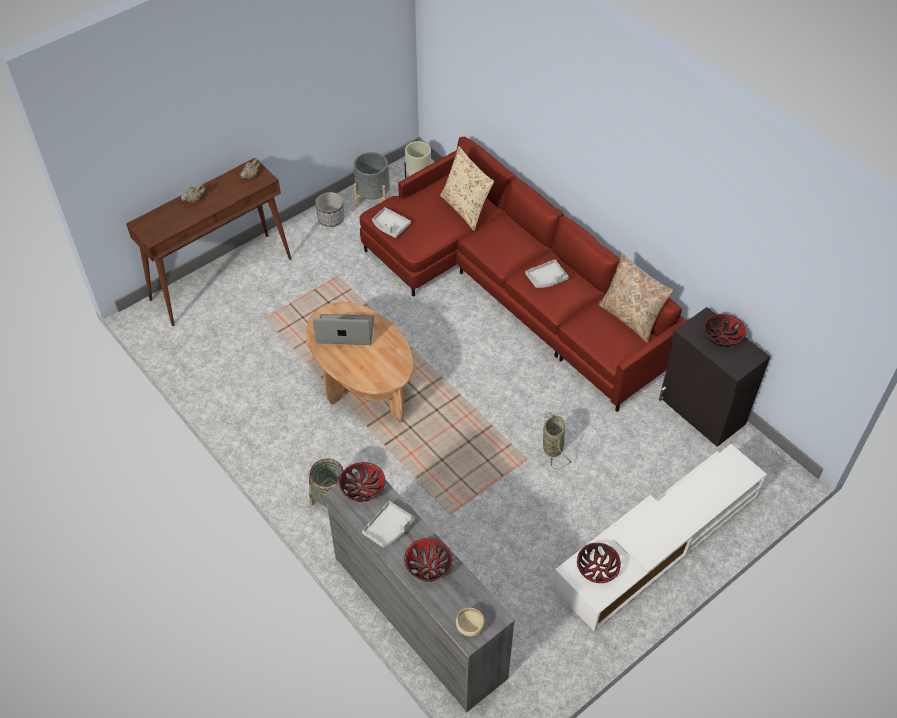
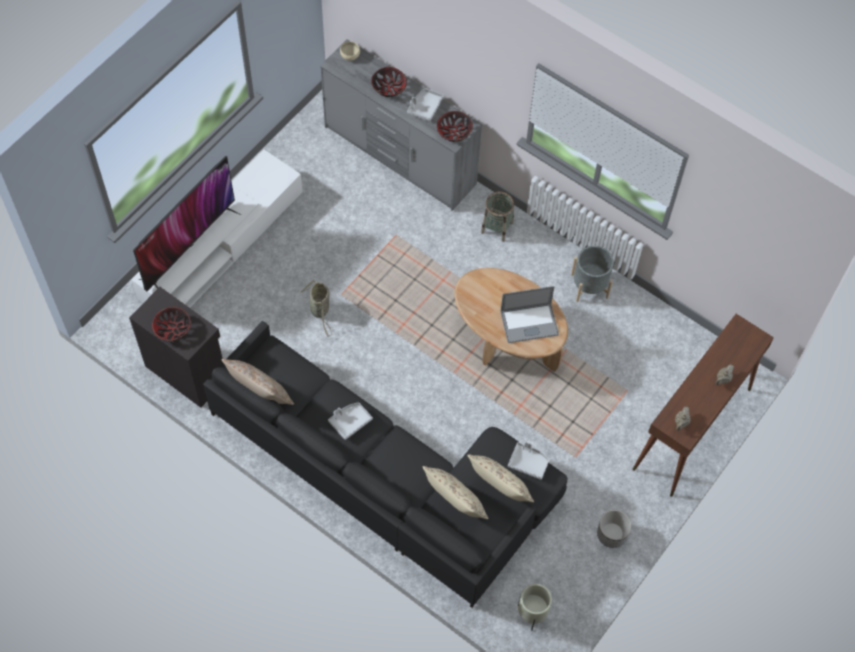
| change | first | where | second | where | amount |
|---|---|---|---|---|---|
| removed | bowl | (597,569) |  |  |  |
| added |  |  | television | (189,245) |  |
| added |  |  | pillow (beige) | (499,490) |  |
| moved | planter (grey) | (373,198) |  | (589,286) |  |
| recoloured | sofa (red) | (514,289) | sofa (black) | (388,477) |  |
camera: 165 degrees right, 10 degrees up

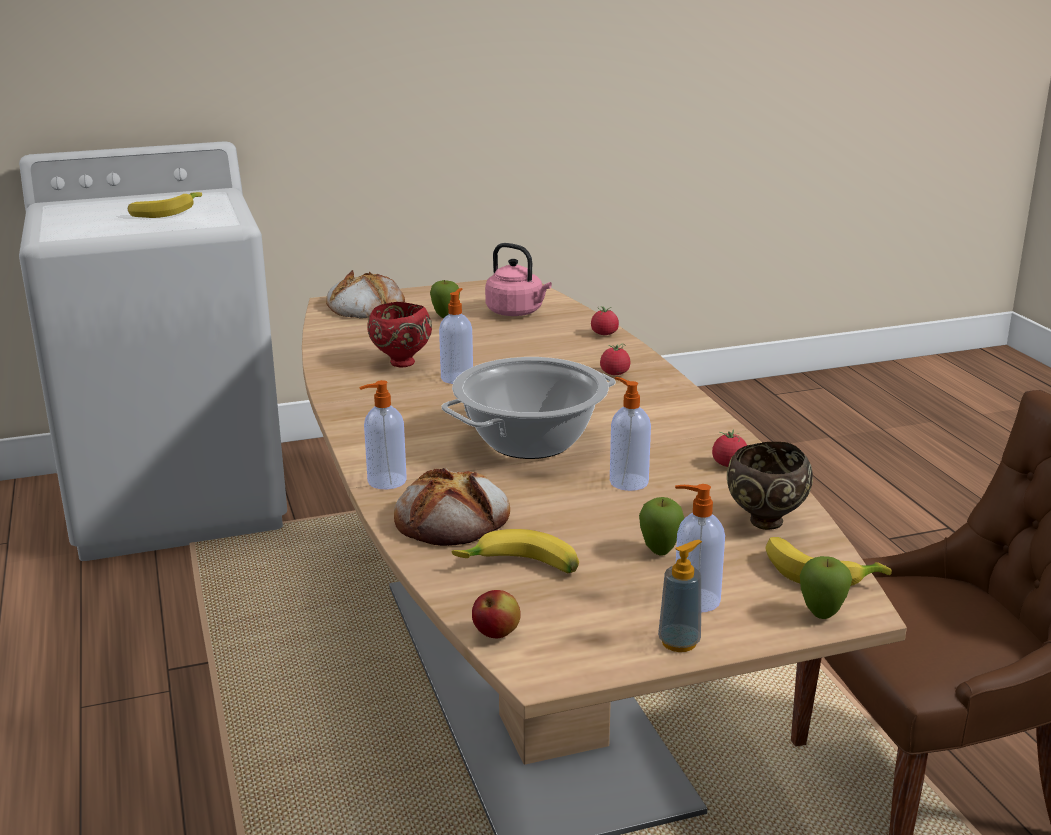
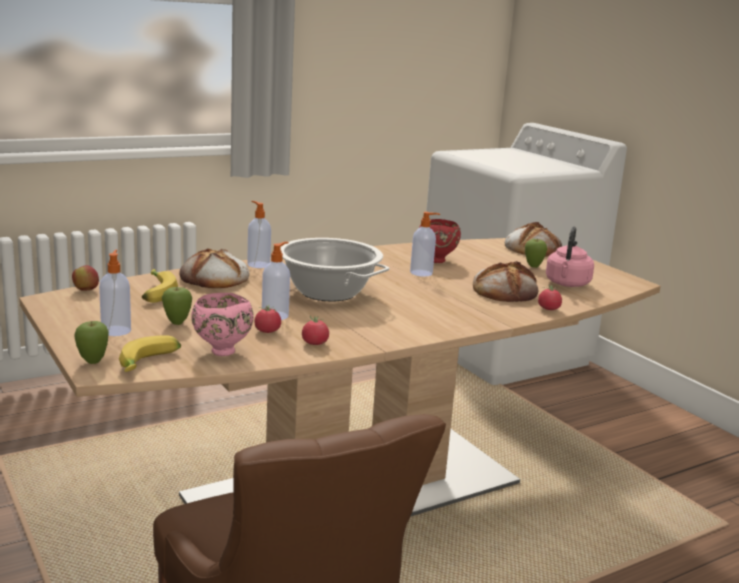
| change | first | where | second | where | amount |
|---|---|---|---|---|---|
| removed | banana | (165,212) |  |  |  |
| removed | soap dispenser | (679,642) |  |  |  |
| added |  |  | bread | (505,291) |  |
| moved | tomato | (614,373) |  | (267,331) |  |
| recoloured | bowl (brown) | (764,523) | bowl (pink) | (221,351) |  |
camera: 75 degrees right, 5 degrees down

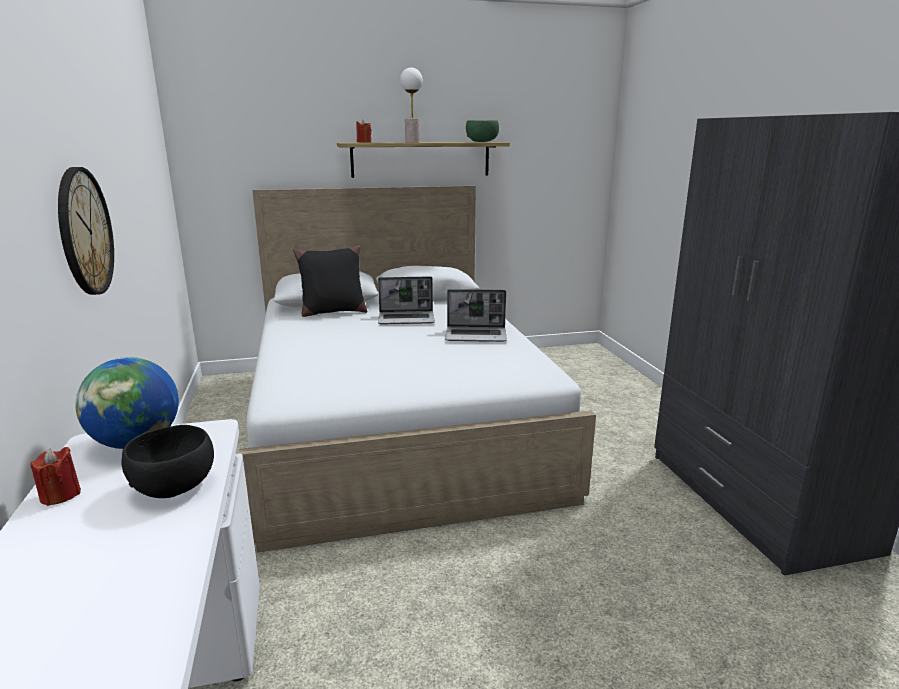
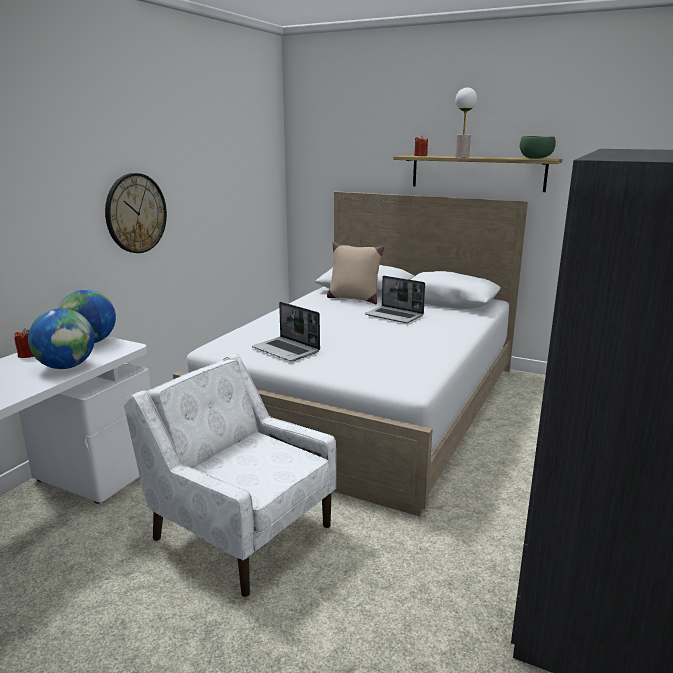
| change | first | where | second | where | amount |
|---|---|---|---|---|---|
| added |  |  | armchair (white) | (242,530) |  |
| moved | laptop | (476,335) |  | (287,350) |  |
| replaced | bowl (black) | (175,486) | globe | (66,366) |  |
| recoloured | pillow (black) | (332,312) | pillow (beige) | (353,298) |  |
camera: 40 degrees right, 0 degrees up

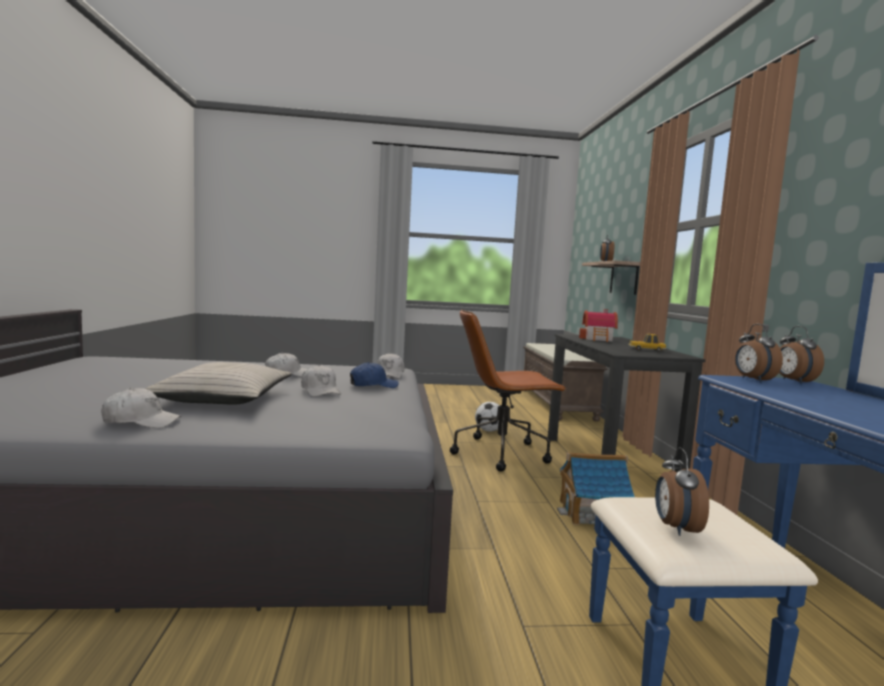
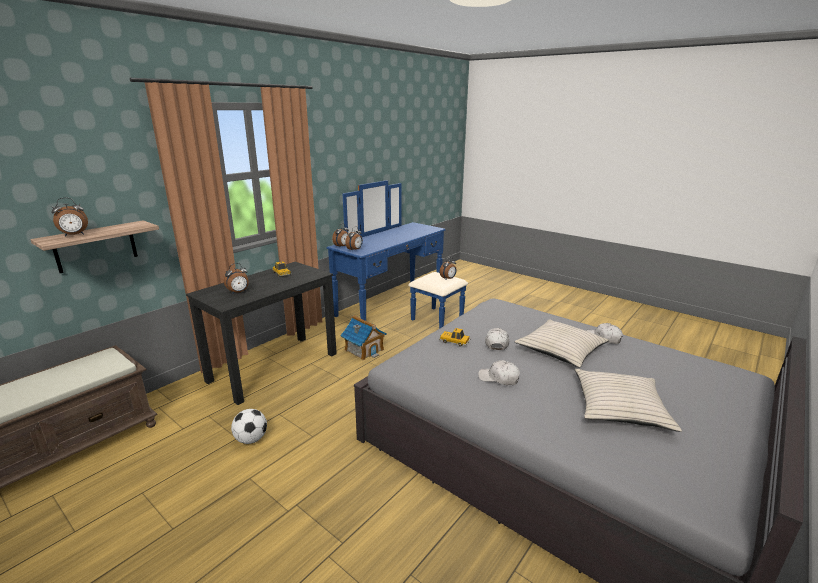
| change | first | where | second | where | amount |
|---|---|---|---|---|---|
| removed | cap (white) | (389,374) |  |  |  |
| removed | office chair (brown) | (502,453) |  |  |  |
| added |  |  | pillow (beige) | (620,407) |  |
| replaced | cap (blue) | (373,385) | toy car | (454,341) |  |
| replaced | toy house | (599,339) | alarm clock | (238,292) |  |
camera: 135 degrees left, 15 degrees up

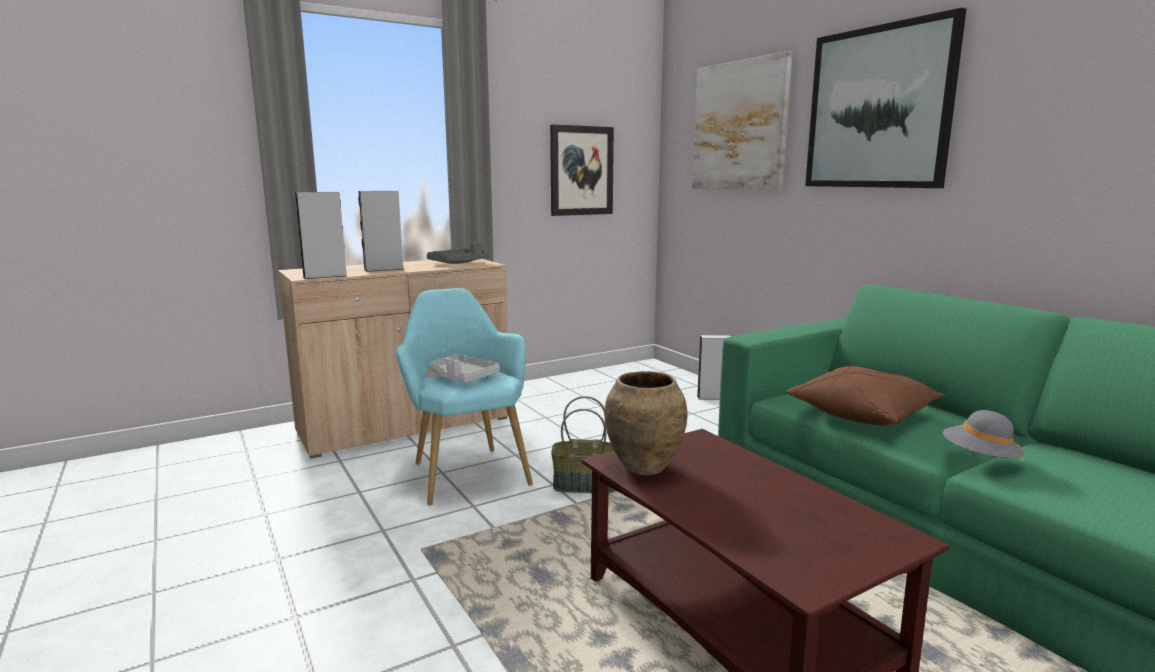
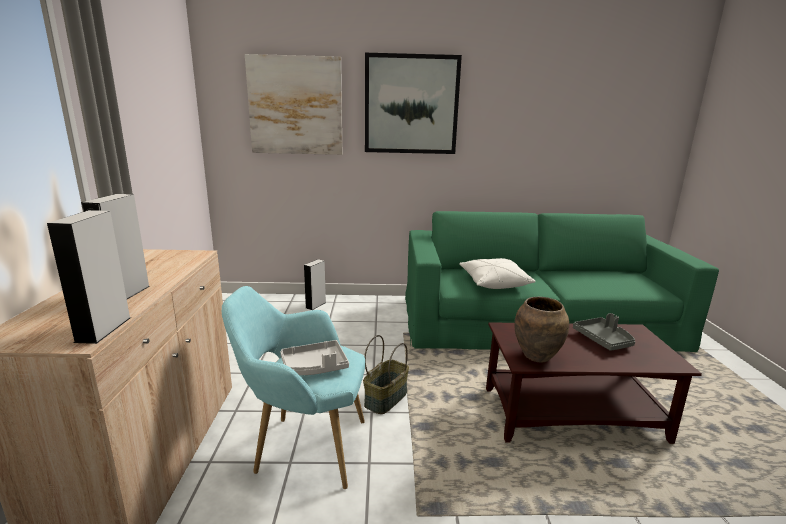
| change | first | where | second | where | amount |
|---|---|---|---|---|---|
| removed | picture | (581,171) |  |  |  |
| removed | hat (grey) | (979,458) |  |  |  |
| moved | tray (grey) | (459,263) |  | (603,340) |  |
| recoloured | pillow (brown) | (863,413) | pillow (white) | (493,283) |  |
camera: 60 degrees left, 5 degrees up

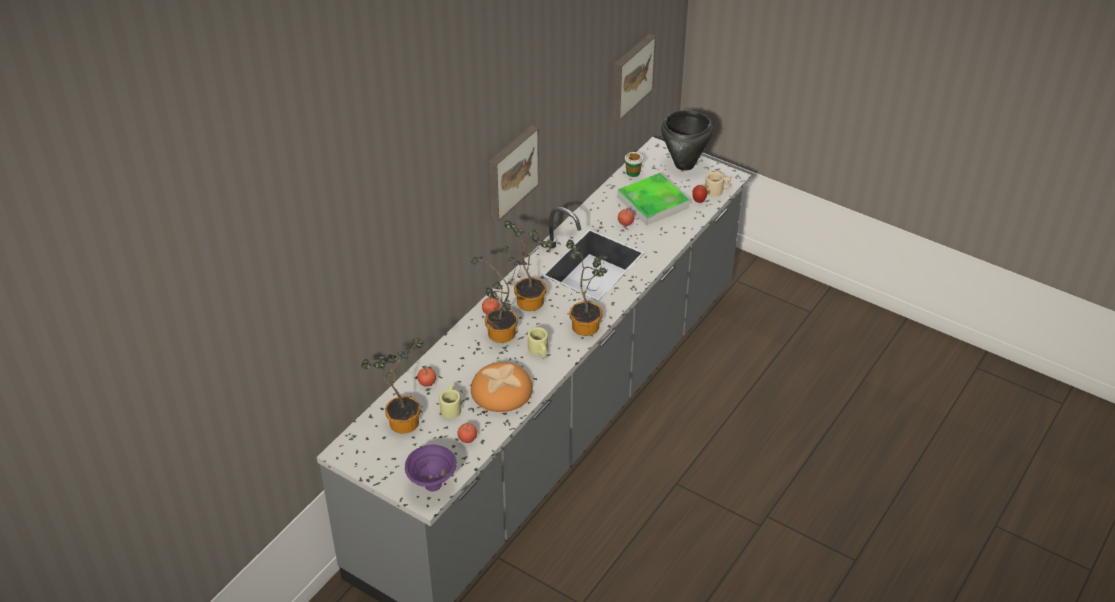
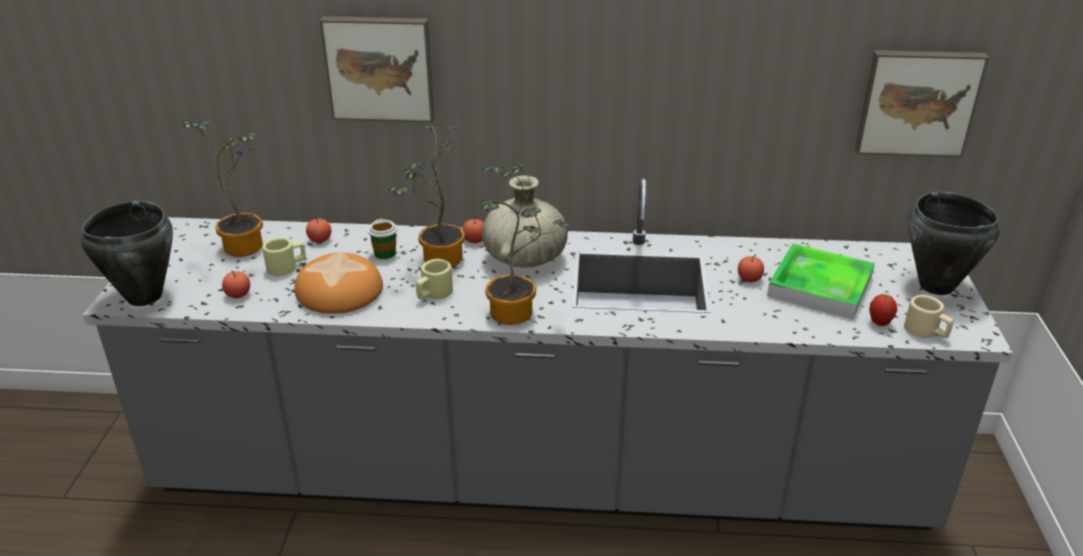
| change | first | where | second | where | amount |
|---|---|---|---|---|---|
| moved | picture | (511,171) |  | (380,68) |  |
| moved | cup | (633,172) |  | (385,253) |  |
| replaced | bowl (purple) | (432,486) | cooking pot (black) | (143,297) |  |
| replaced | potted plant | (531,299) | vase (beige) | (524,259) |  |
camera: 60 degrees right, 10 degrees down

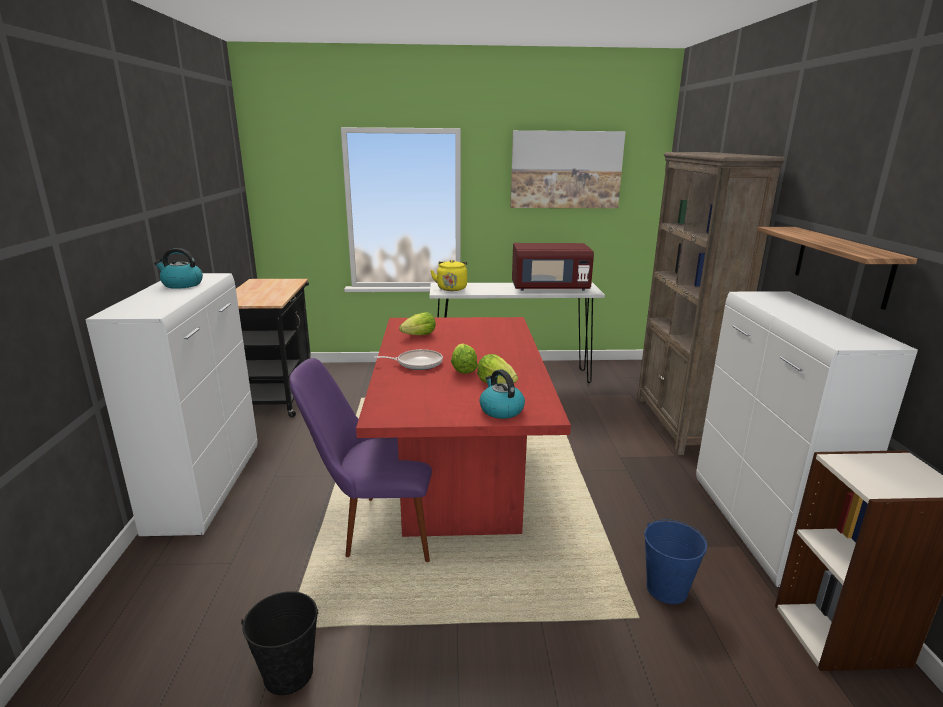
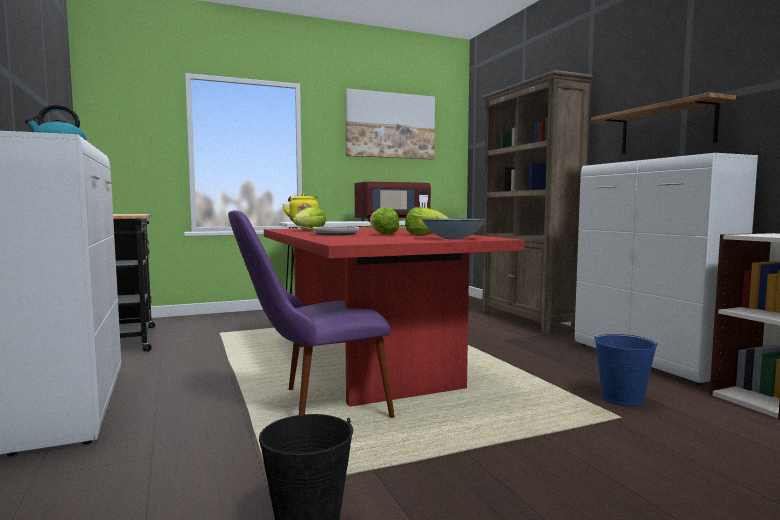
| change | first | where | second | where | amount |
|---|---|---|---|---|---|
| replaced | kettle | (501,410) | bowl | (453,239) |  |
camera: 20 degrees left, 15 degrees down

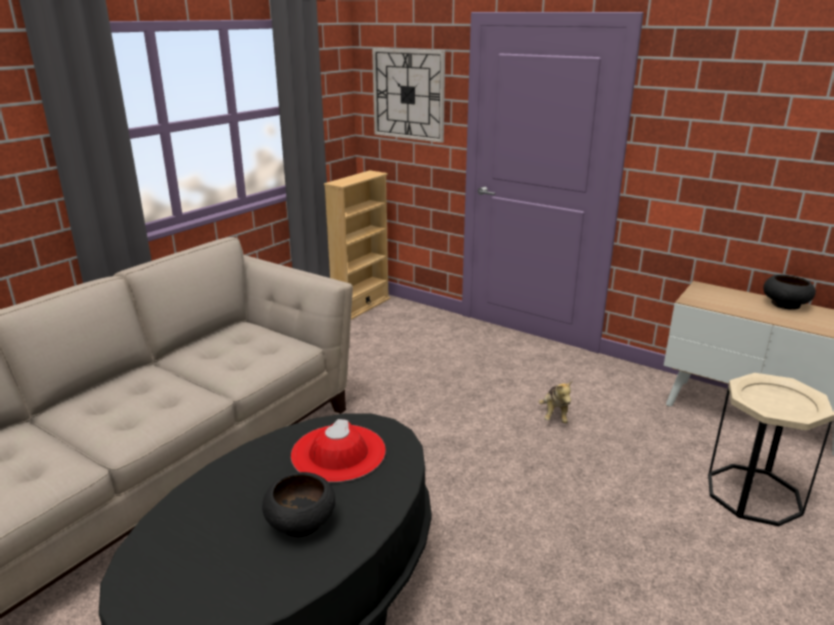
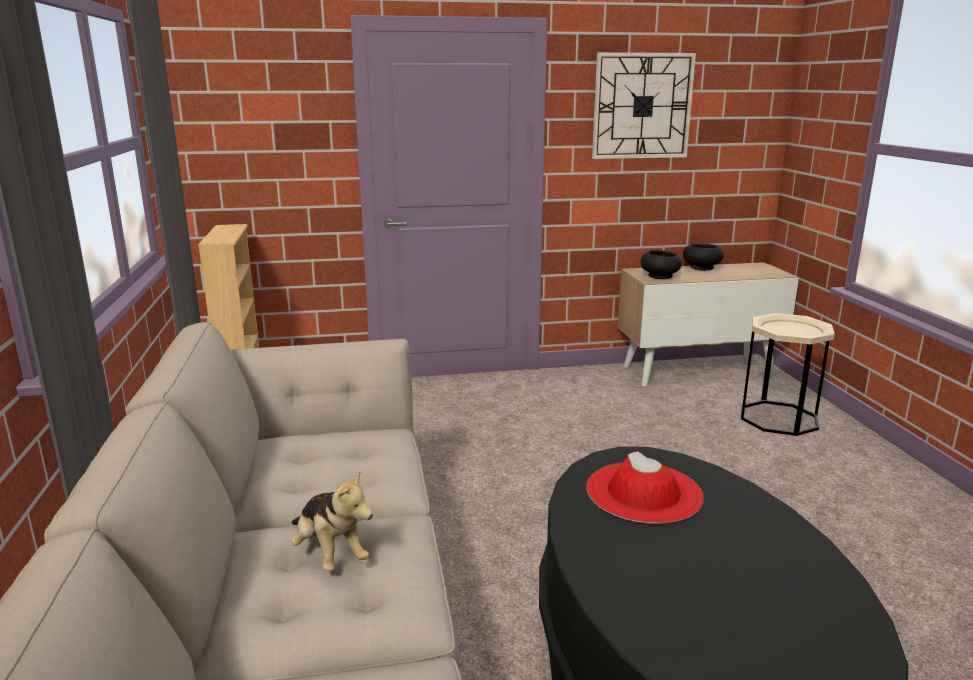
| change | first | where | second | where | amount |
|---|---|---|---|---|---|
| moved | bowl (black) | (301,522) |  | (660,276) |  |
| moved | wall clock | (408,94) |  | (642,106) |  |
| moved | plush toy | (555,415) |  | (329,554) |  |
camera: 45 degrees left, 5 degrees down

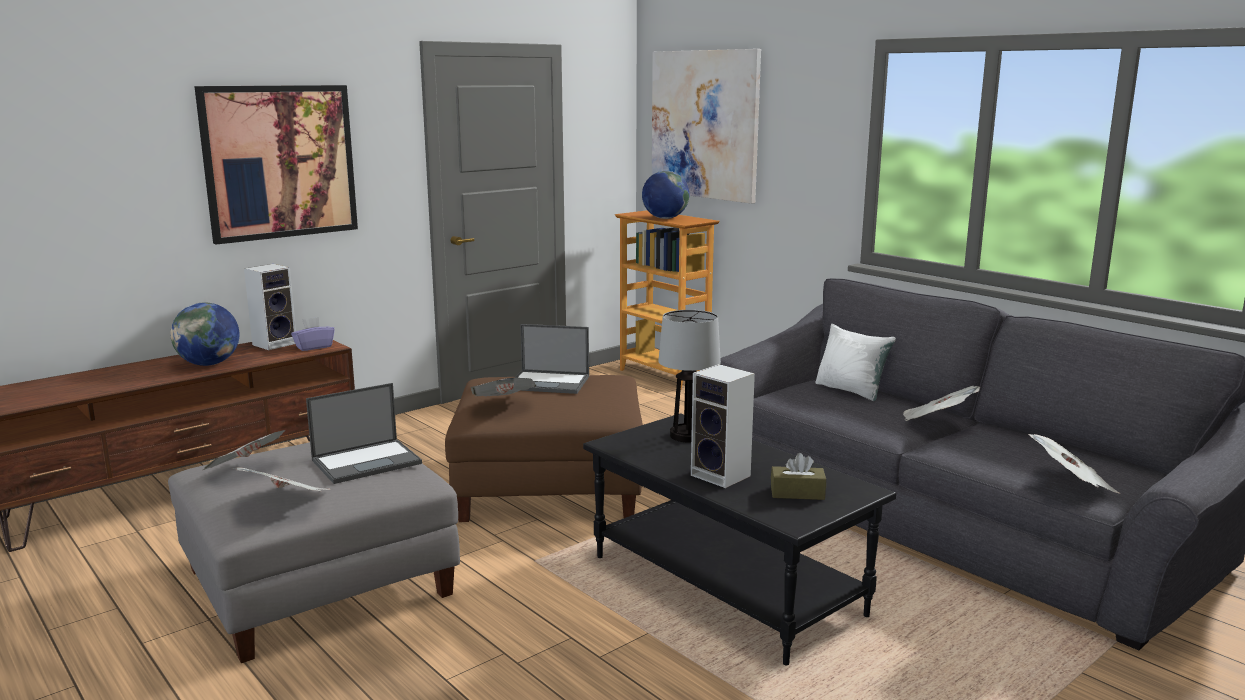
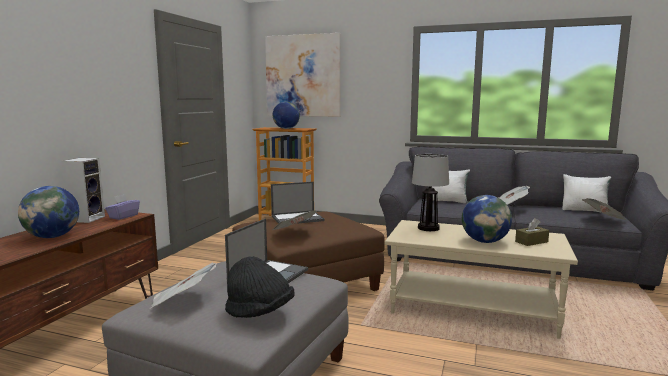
| change | first | where | second | where | amount |
|---|---|---|---|---|---|
| removed | picture | (280,162) |  |  |  |
| added |  |  | pillow (white) | (584,210) |  |
| replaced | newspaper | (285,502) | hat (black) | (260,312) |  |
| replaced | speaker | (723,476) | globe | (485,241) |  |
| recoloured | coffee table (black) | (728,585) | coffee table (beige) | (473,309) |  |
camera: 30 degrees left, 5 degrees down

